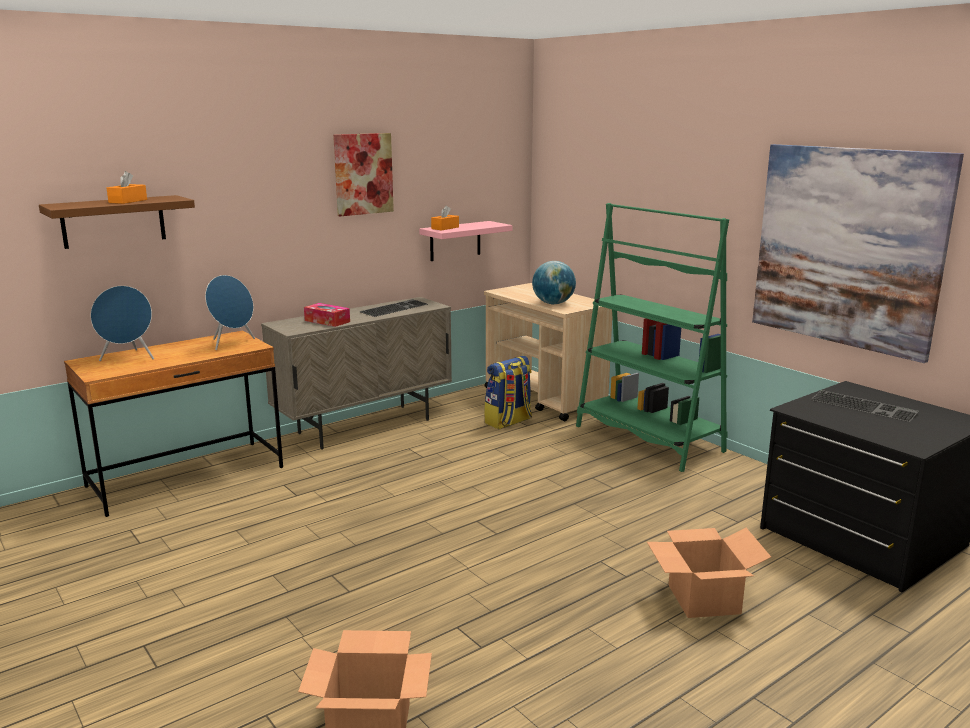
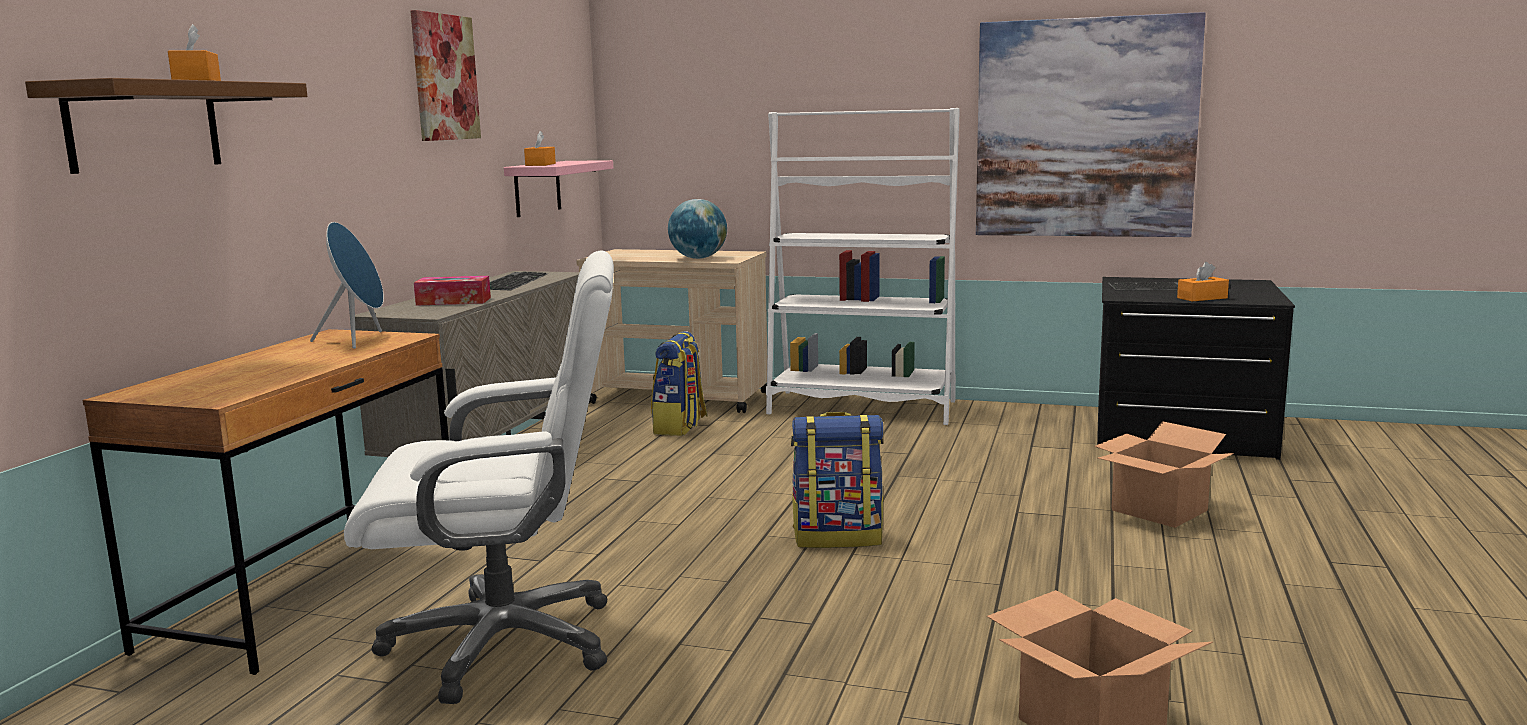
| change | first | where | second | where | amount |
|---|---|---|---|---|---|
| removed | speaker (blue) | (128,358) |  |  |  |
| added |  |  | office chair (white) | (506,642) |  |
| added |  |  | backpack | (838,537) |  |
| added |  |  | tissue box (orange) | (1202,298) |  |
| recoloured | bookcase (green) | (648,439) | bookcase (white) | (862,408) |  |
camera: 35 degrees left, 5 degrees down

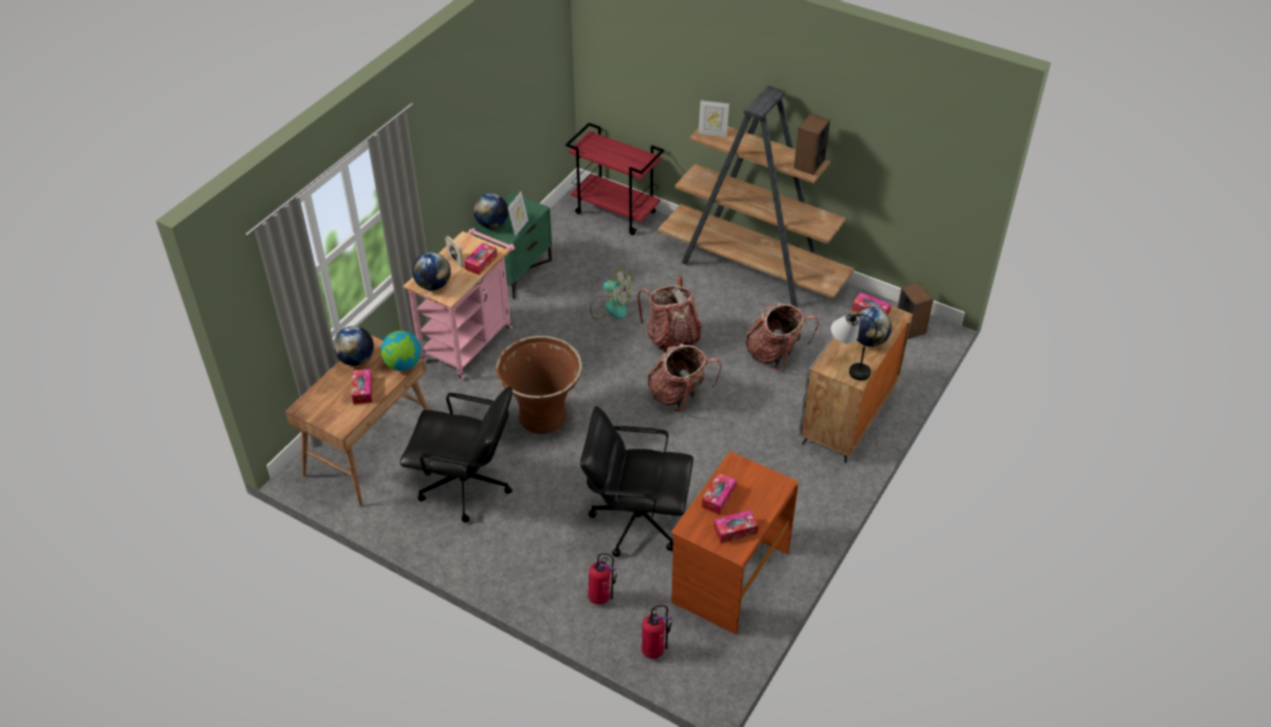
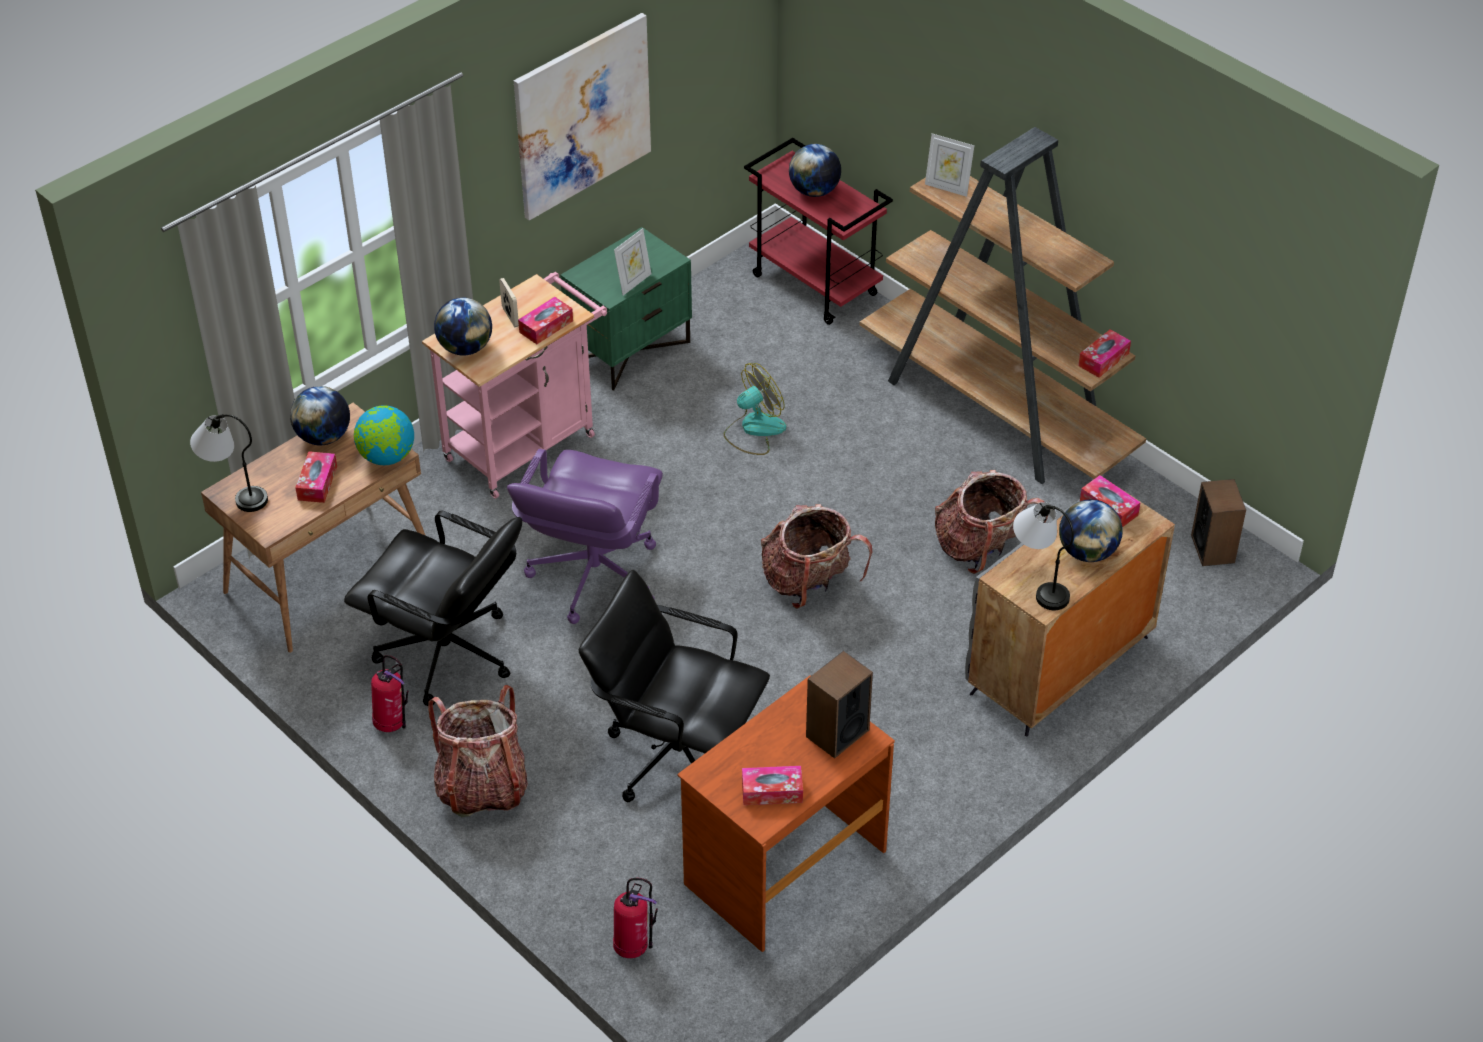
| change | first | where | second | where | amount |
|---|---|---|---|---|---|
| added |  |  | table lamp | (234,492) |  |
| added |  |  | picture | (582,115) |  |
| moved | globe | (492,224) |  | (814,191) |  |
| moved | fire extinguisher | (601,597) |  | (392,724) |  |
| moved | backpack | (672,337) |  | (482,787) |  |
| moved | tissue box | (718,497) |  | (1103,359) |  |
| moved | speaker | (809,164) |  | (837,733) |  |
| replaced | planter (brown) | (542,417) | office chair (purple) | (593,576) |  |
| turned | fan | (610,307) |  | (754,430) | 75 degrees counterclockwise |
camera: 15 degrees right, 0 degrees up

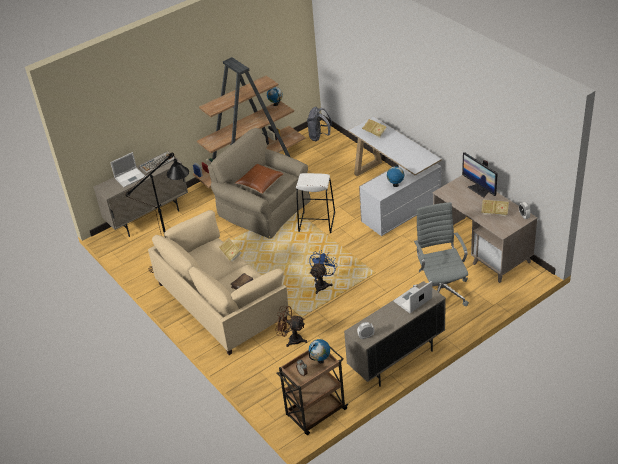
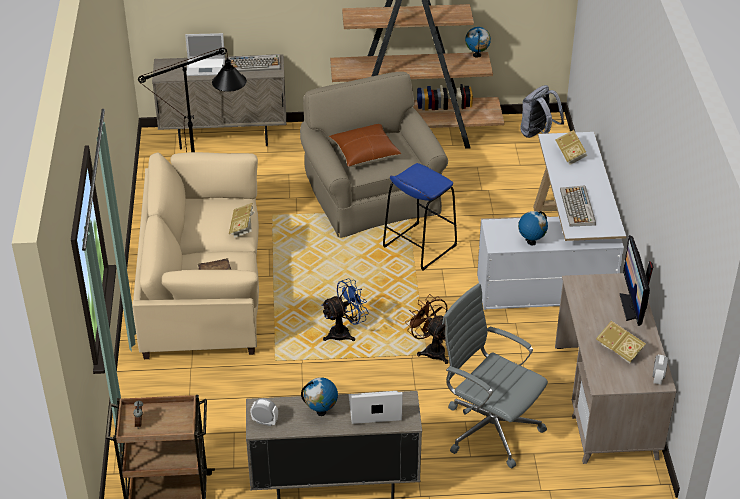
| change | first | where | second | where | amount |
|---|---|---|---|---|---|
| added |  |  | keyboard | (578,207) |  |
| moved | fan (brown) | (291,339) |  | (431,350) |  |
| moved | globe | (320,360) |  | (321,412) |  |
| recoloured | stool (white) | (316,222) | stool (blue) | (419,246) |  |
| turned | office chair (grey) | (440,290) |  | (489,428) | 75 degrees counterclockwise |
camera: 30 degrees right, 0 degrees up

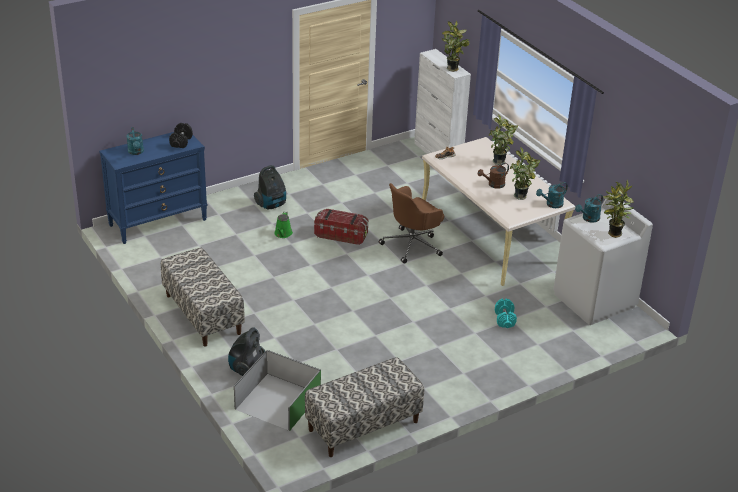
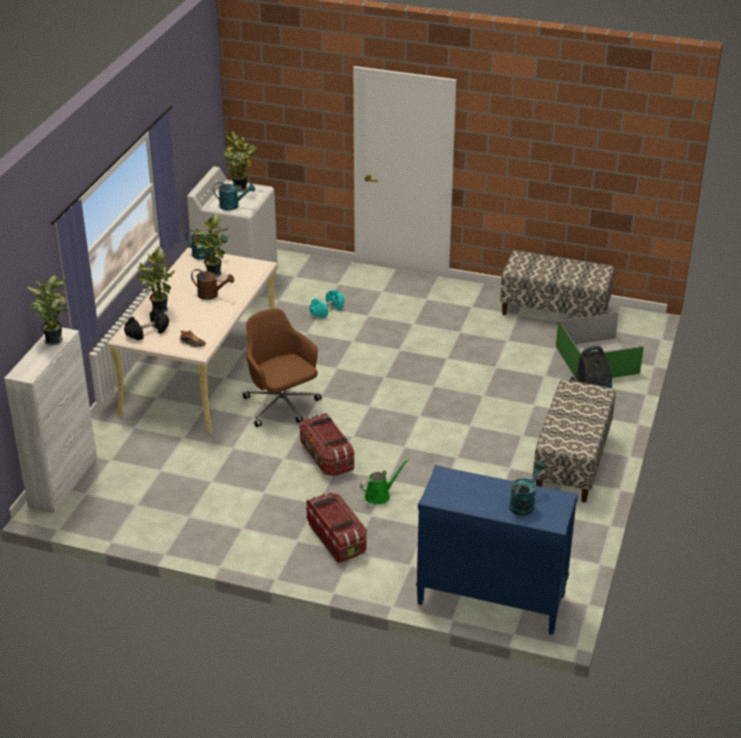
| change | first | where | second | where | amount |
|---|---|---|---|---|---|
| moved | dumbbell (black) | (181,142) |  | (147,332) |  |
| replaced | vacuum cleaner | (271,205) | storage box | (336,538) |  |
| turned | office chair (brown) | (412,245) |  | (282,406) | 135 degrees counterclockwise |
camera: 130 degrees left, 0 degrees up

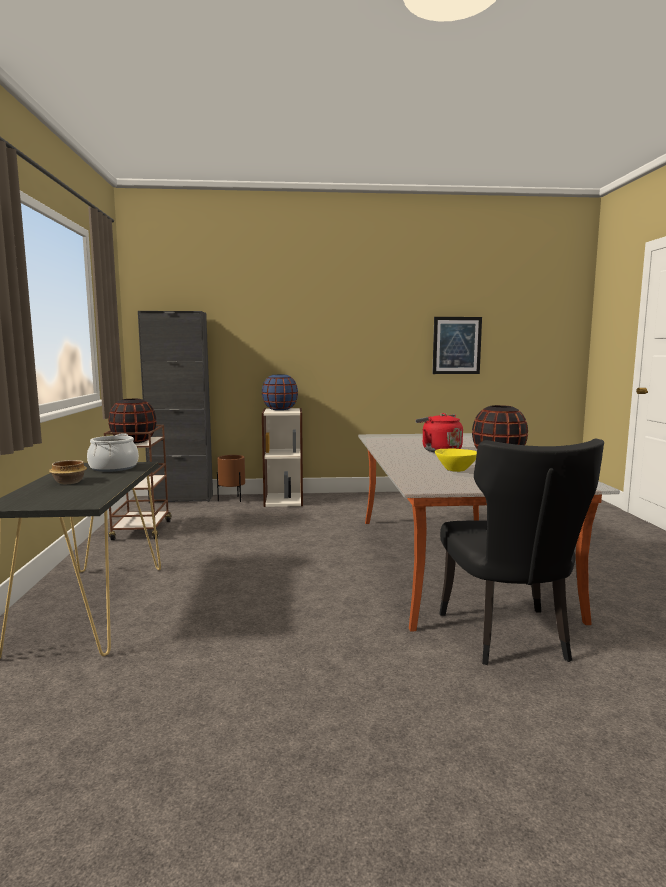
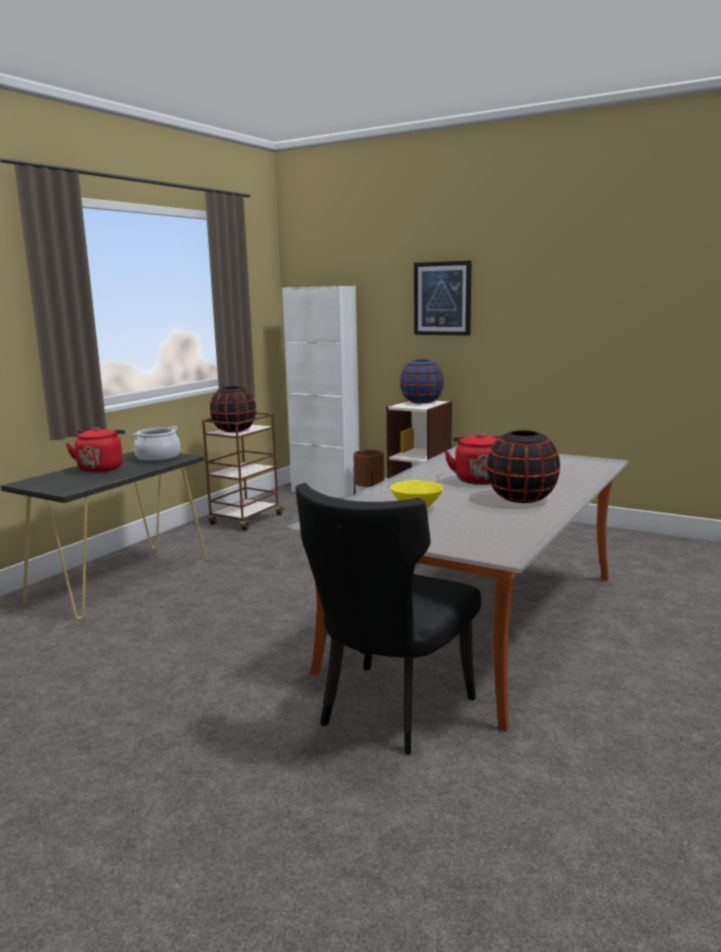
| change | first | where | second | where | amount |
|---|---|---|---|---|---|
| moved | picture | (456,345) |  | (442,298) |  |
| replaced | bowl | (69,482) | kettle (red) | (101,468) |  |
| recoloured | cabinet (black) | (181,499) | cabinet (white) | (325,492) |  |
camera: 35 degrees right, 5 degrees up

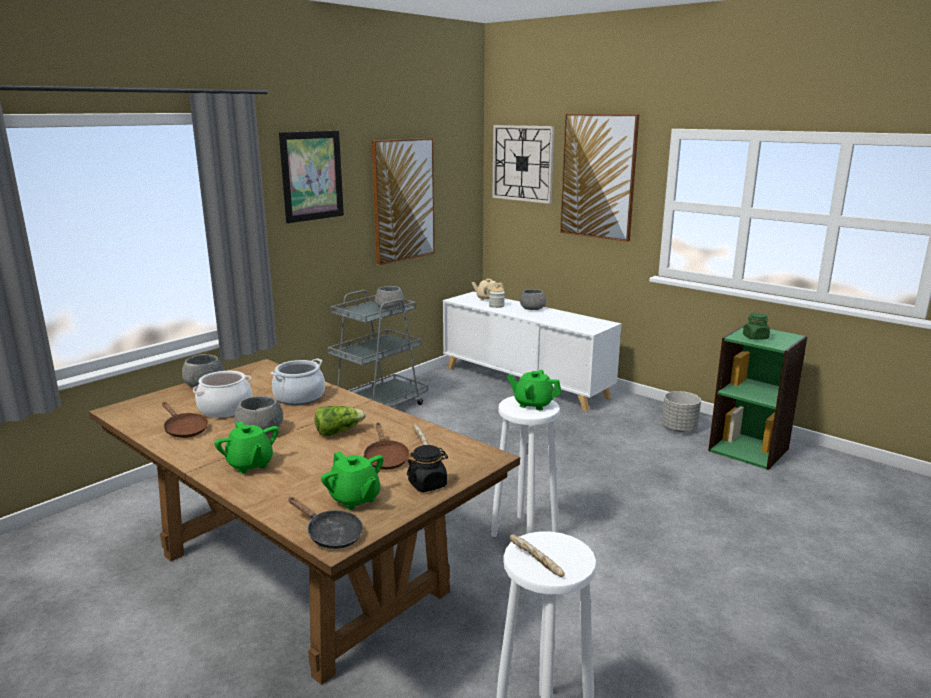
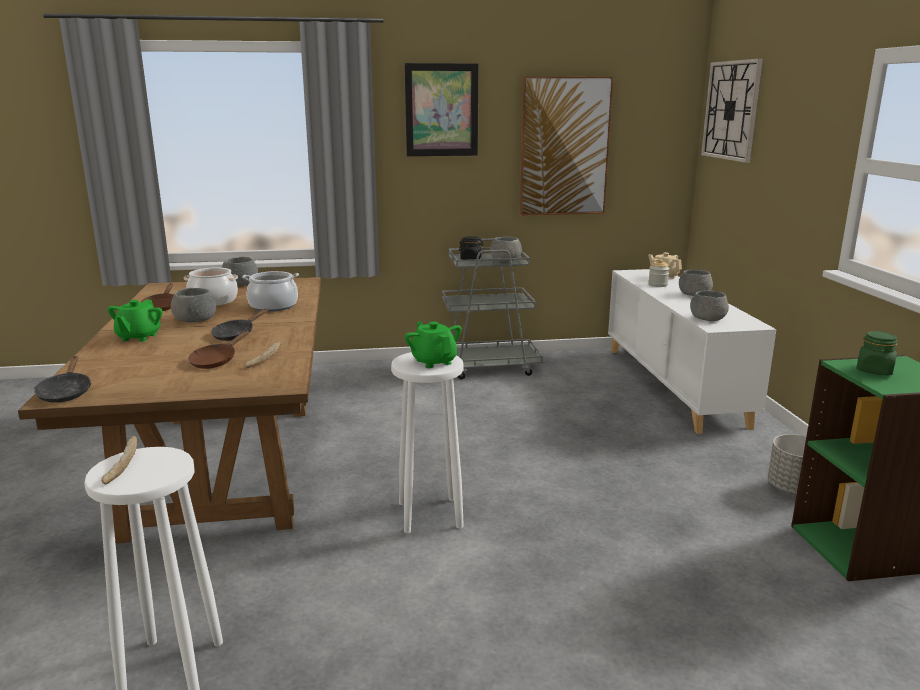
| change | first | where | second | where | amount |
|---|---|---|---|---|---|
| removed | teapot (green) | (354,499) |  |  |  |
| removed | picture | (598,176) |  |  |  |
| added |  |  | bowl (grey) | (707,318) |  |
| moved | jar (black) | (427,484) |  | (471,259) |  |
| replaced | lettuce | (338,432) | frying pan (black) | (236,334) |  |
camera: 40 degrees right, 0 degrees up

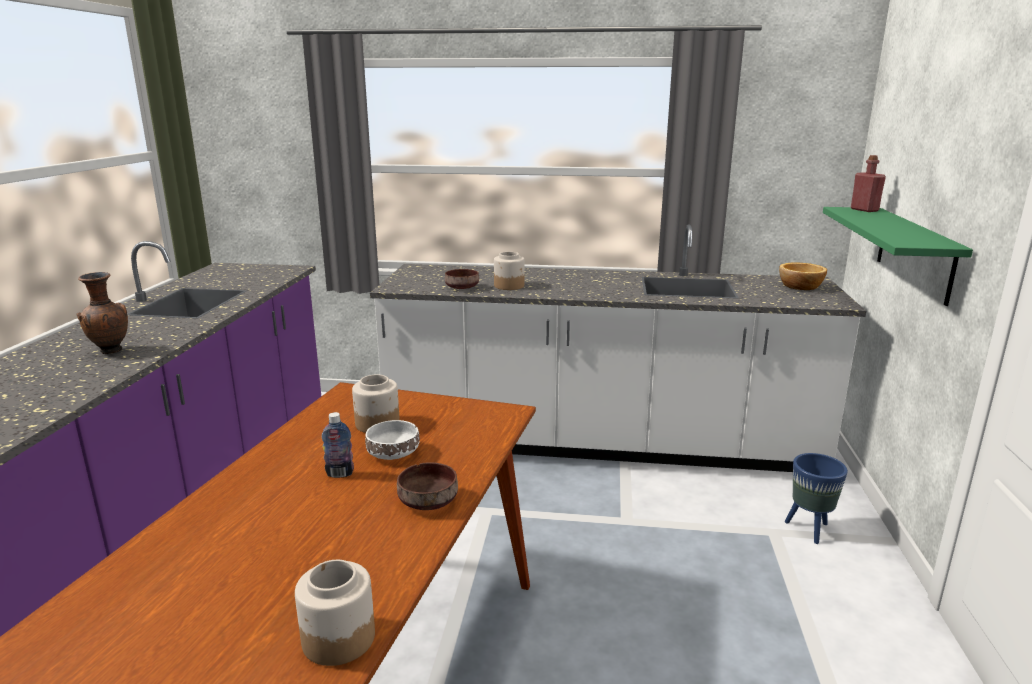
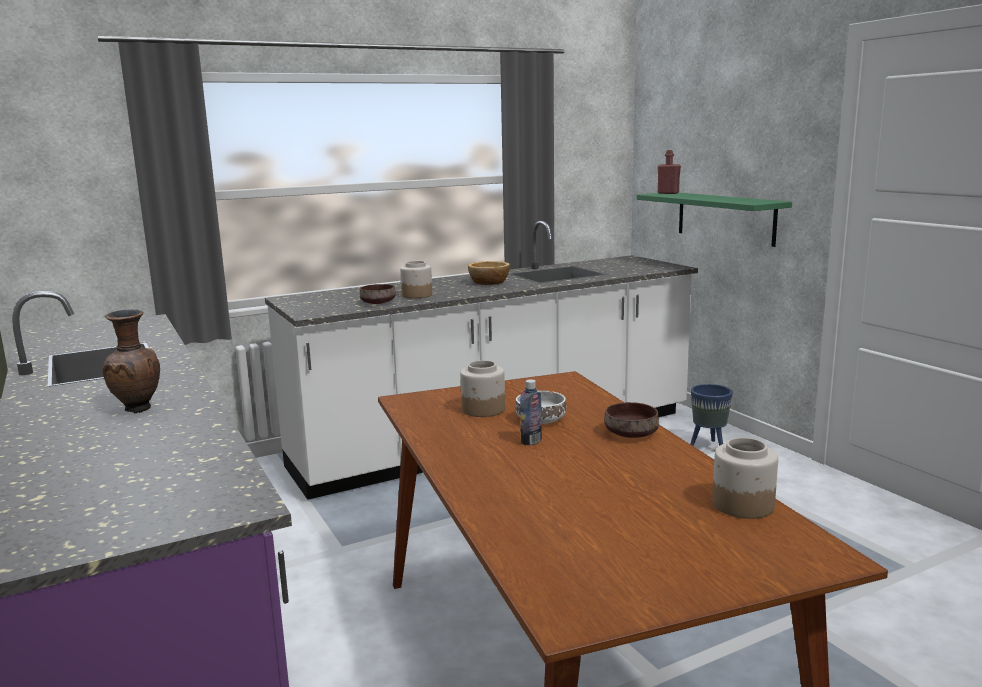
| change | first | where | second | where | amount |
|---|---|---|---|---|---|
| moved | bowl | (801,287) |  | (490,282) |  |
camera: 35 degrees left, 5 degrees down

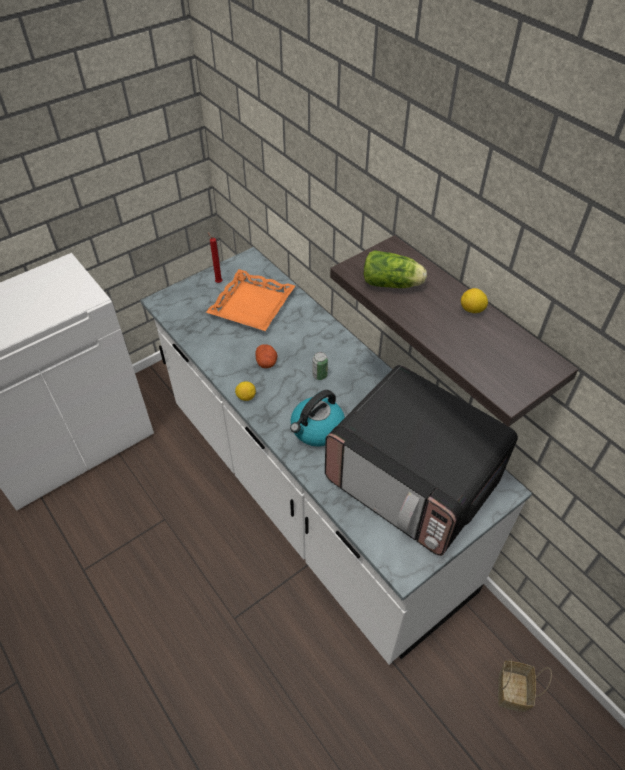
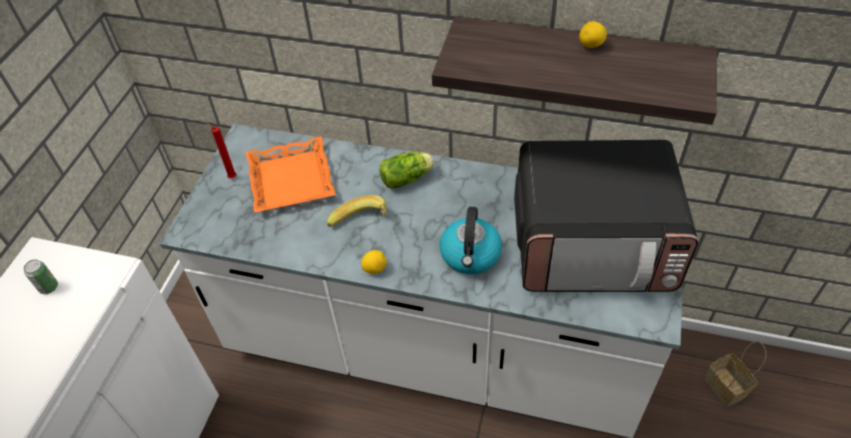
| change | first | where | second | where | amount |
|---|---|---|---|---|---|
| moved | can | (319,375) |  | (48,287) |  |
| moved | lettuce | (393,284) |  | (408,178) |  |
| replaced | potato | (267,362) | banana | (362,224) |  |
camera: 35 degrees left, 0 degrees up

